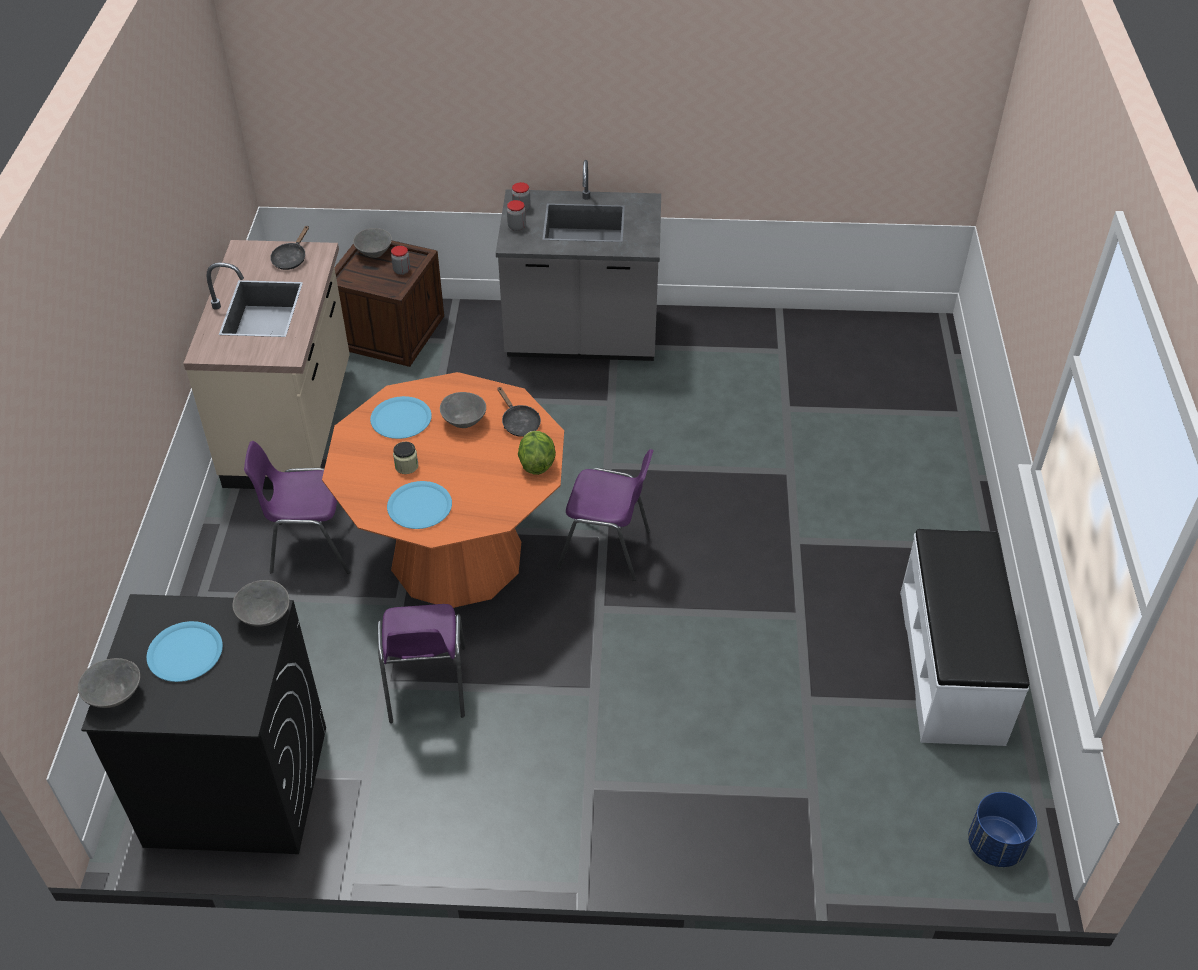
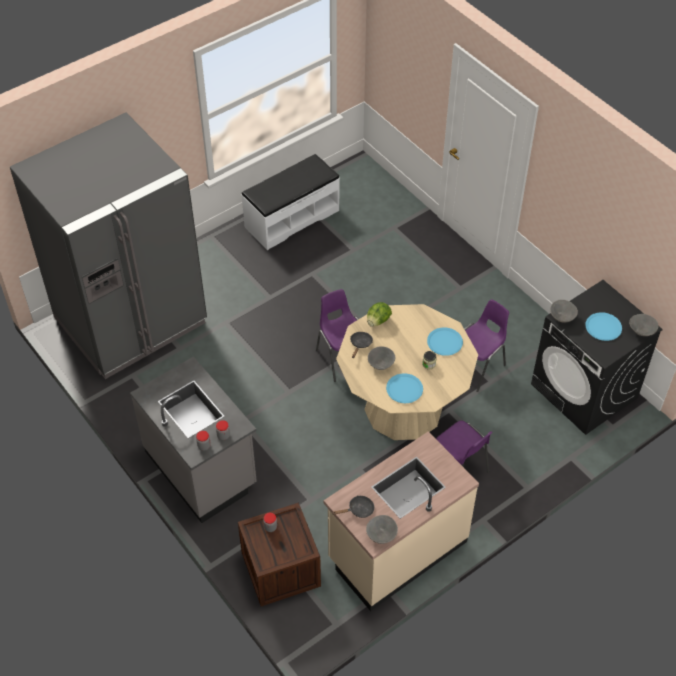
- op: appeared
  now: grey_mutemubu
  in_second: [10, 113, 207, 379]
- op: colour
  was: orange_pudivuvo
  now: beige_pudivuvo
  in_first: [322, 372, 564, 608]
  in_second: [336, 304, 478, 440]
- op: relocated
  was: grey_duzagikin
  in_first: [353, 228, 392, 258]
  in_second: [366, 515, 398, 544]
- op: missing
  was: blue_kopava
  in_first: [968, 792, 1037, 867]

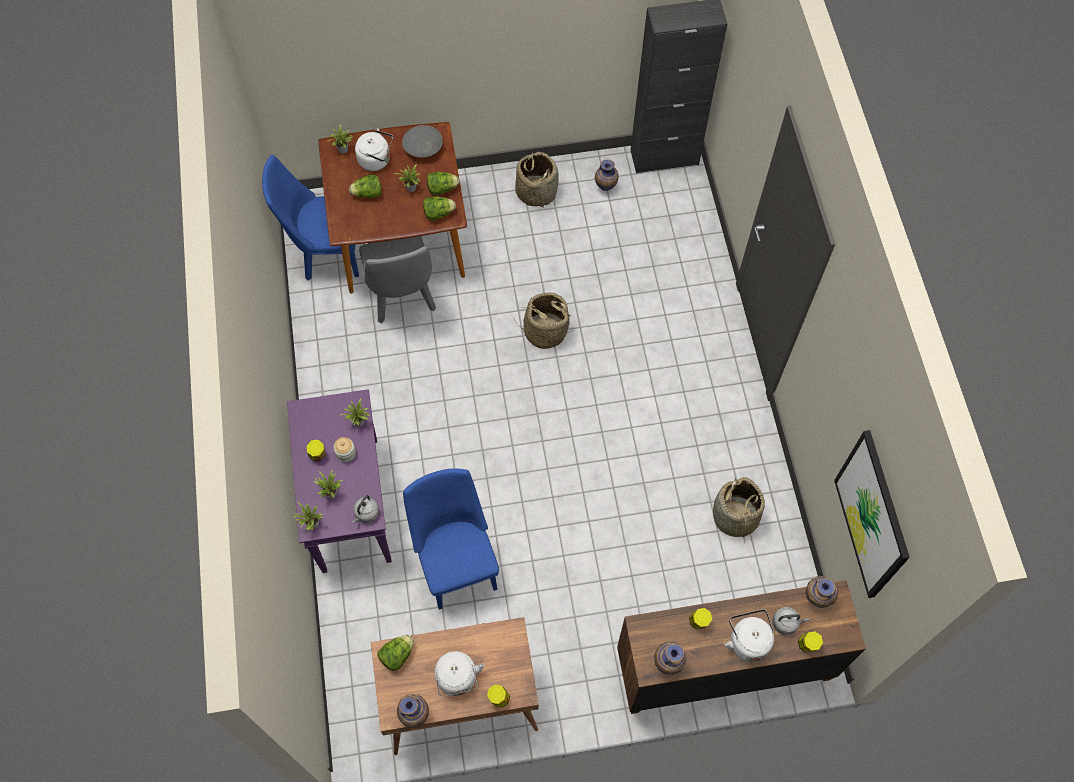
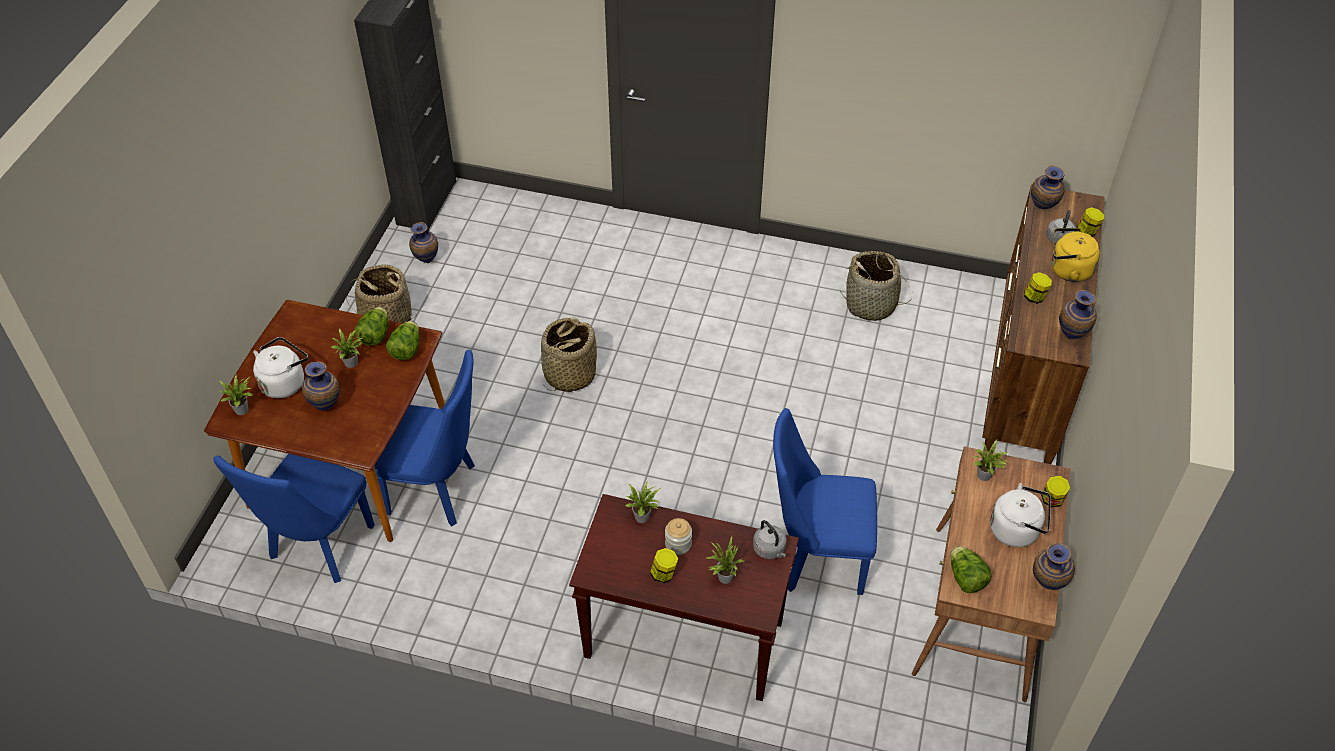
- op: exchanged
  was: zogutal
  now: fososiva
  in_first: [349, 174, 382, 198]
  in_second: [302, 362, 340, 411]
- op: colour
  was: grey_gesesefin
  now: blue_gesesefin
  in_first: [359, 236, 436, 323]
  in_second: [374, 350, 475, 527]
- op: colour
  was: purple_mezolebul
  now: brown_mezolebul
  in_first: [287, 389, 392, 573]
  in_second: [569, 494, 799, 701]
- op: relocated
  was: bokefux
  in_first: [294, 501, 323, 531]
  in_second: [971, 440, 1009, 481]
- op: colour
  was: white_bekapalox
  now: yellow_bekapalox
  in_first: [725, 609, 774, 662]
  in_second: [1051, 228, 1100, 282]
- op: missing
  was: grey_duzagikin
  in_first: [402, 125, 443, 158]
- op: missing
  was: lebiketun
  in_first: [834, 430, 910, 598]

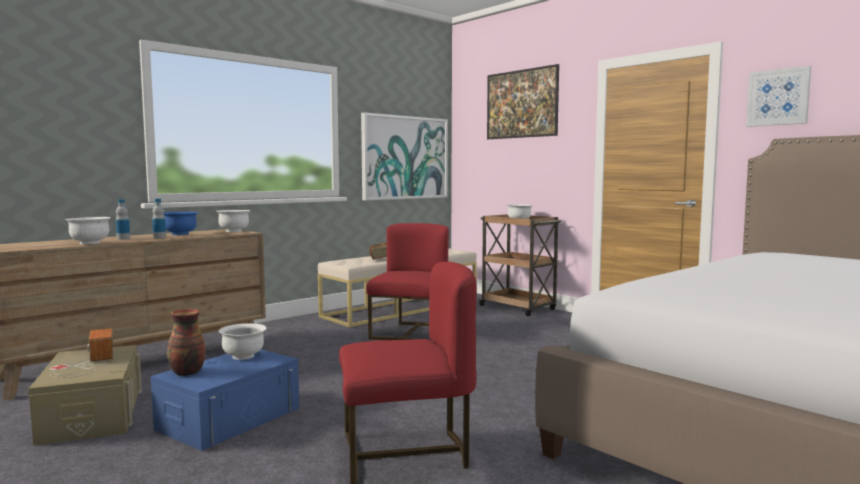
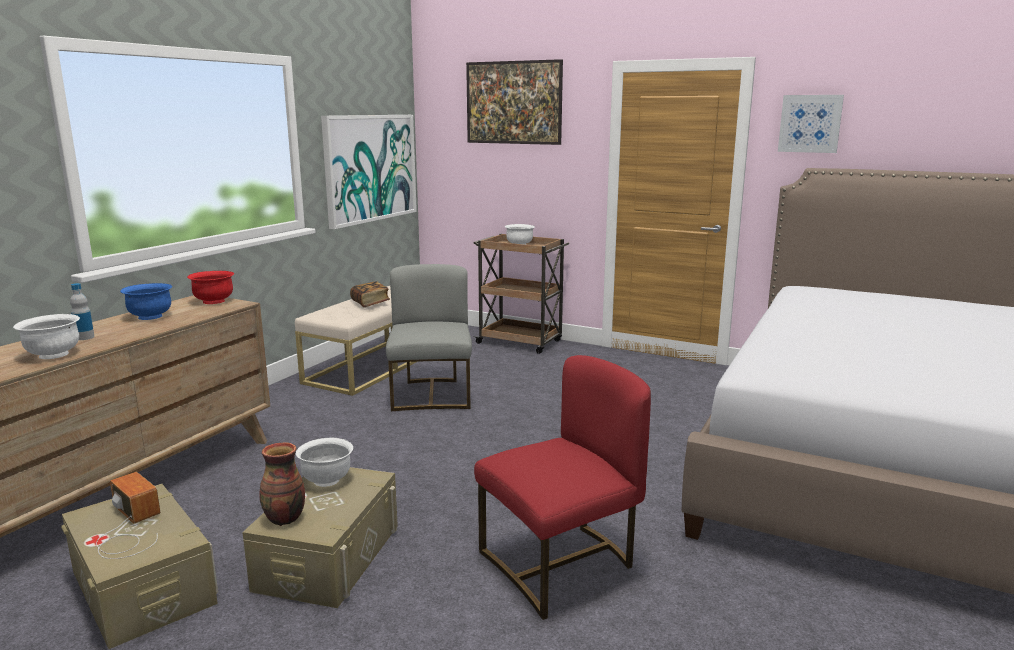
- op: colour
  was: white_duzagikin
  now: red_duzagikin
  in_first: [216, 210, 251, 232]
  in_second: [187, 271, 234, 304]
- op: colour
  was: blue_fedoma
  now: beige_fedoma
  in_first: [151, 350, 299, 451]
  in_second: [242, 467, 398, 608]
- op: colour
  was: red_gesesefin
  now: grey_gesesefin
  in_first: [366, 223, 449, 341]
  in_second: [386, 264, 472, 411]
- op: missing
  was: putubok
  in_first: [152, 199, 166, 238]

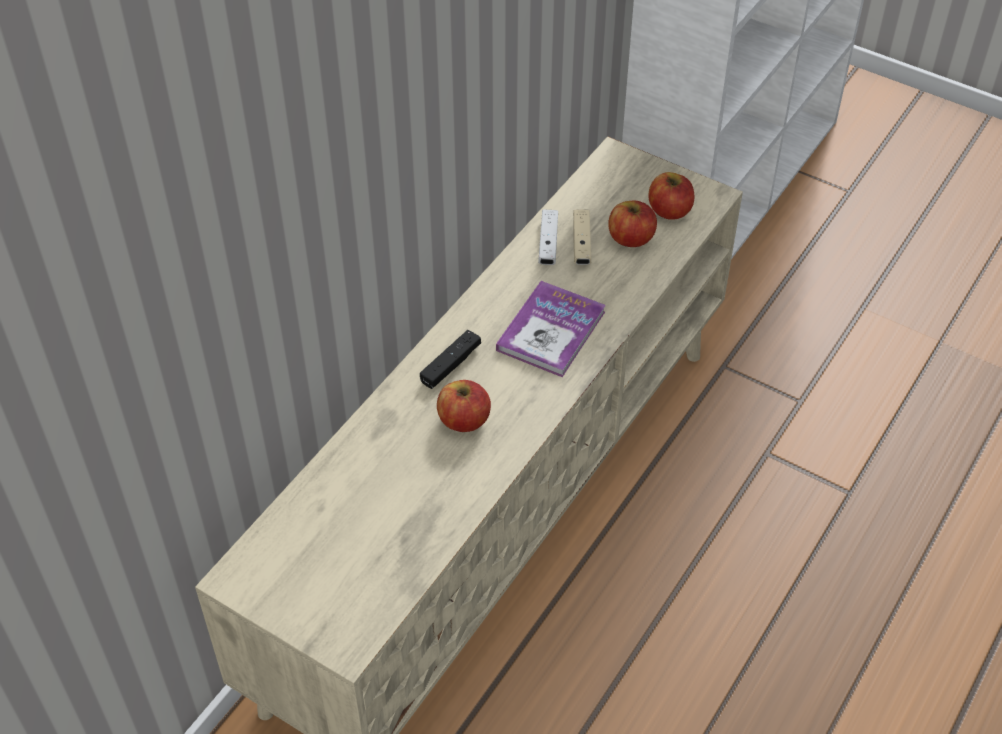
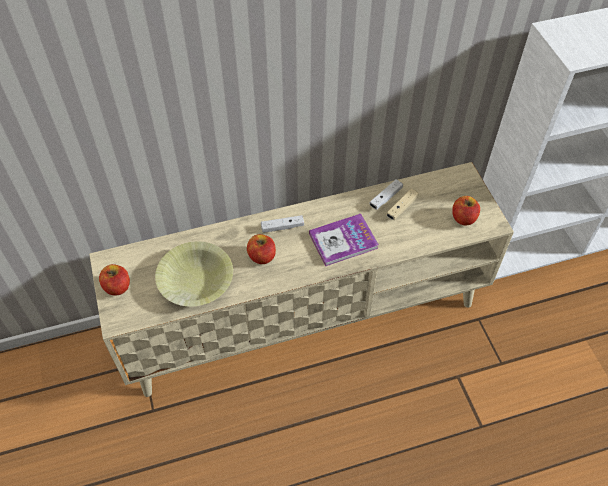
- op: relocated
  was: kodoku
  in_first: [608, 200, 657, 247]
  in_second: [99, 264, 130, 295]
- op: appeared
  now: yellow_duzagikin
  in_second: [155, 241, 233, 307]
- op: colour
  was: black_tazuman
  now: white_tazuman
  in_first: [420, 330, 481, 389]
  in_second: [261, 215, 304, 233]

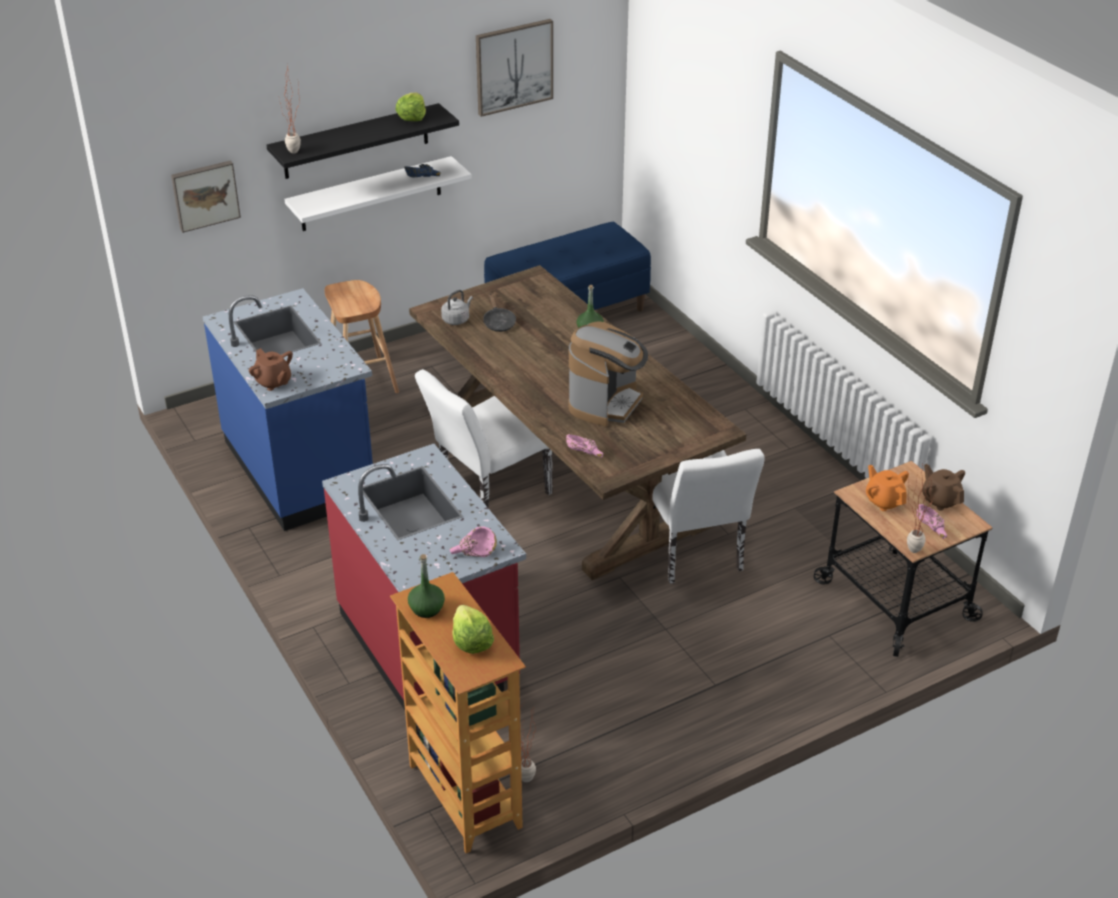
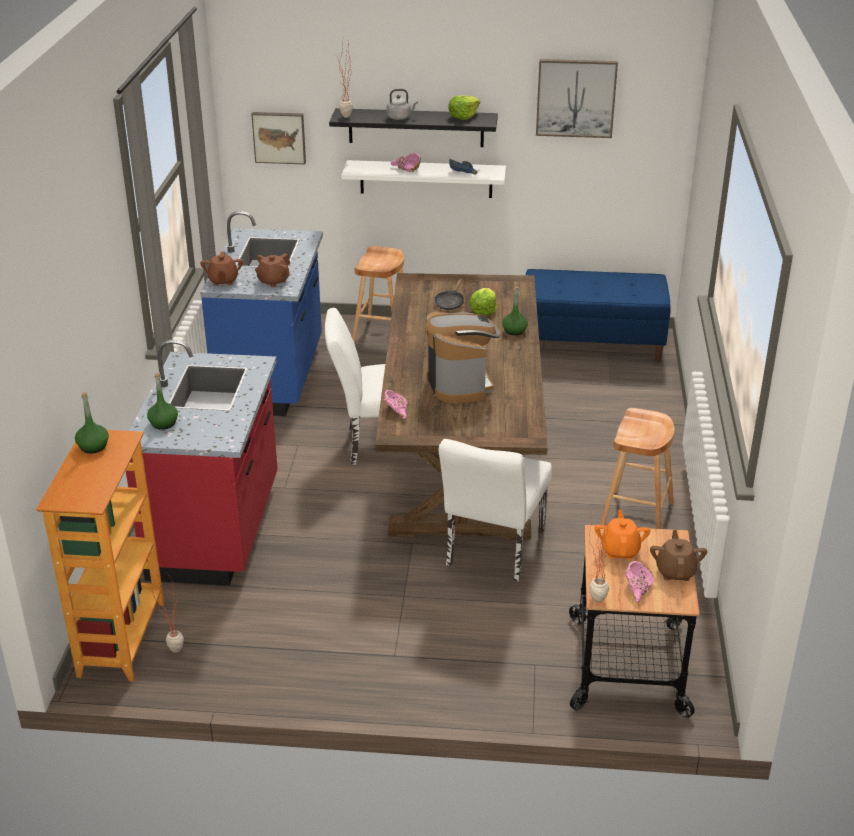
- op: appeared
  now: green_putubok
  in_second: [147, 373, 178, 430]
- op: appeared
  now: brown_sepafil
  in_second: [255, 253, 290, 287]
- op: relocated
  was: grey_bekapalox
  in_first: [441, 290, 473, 325]
  in_second: [387, 89, 418, 120]
- op: relocated
  was: pink_duzagikin
  in_first: [450, 526, 497, 557]
  in_second: [391, 153, 421, 172]
- op: spun
  was: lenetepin
  in_first: [569, 321, 648, 427]
  in_second: [425, 312, 500, 403]
  clockwise: -75
- op: relocated
  was: zogutal
  in_first: [452, 605, 494, 654]
  in_second: [469, 288, 497, 315]
- op: appeared
  now: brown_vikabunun
  in_second: [600, 408, 675, 529]

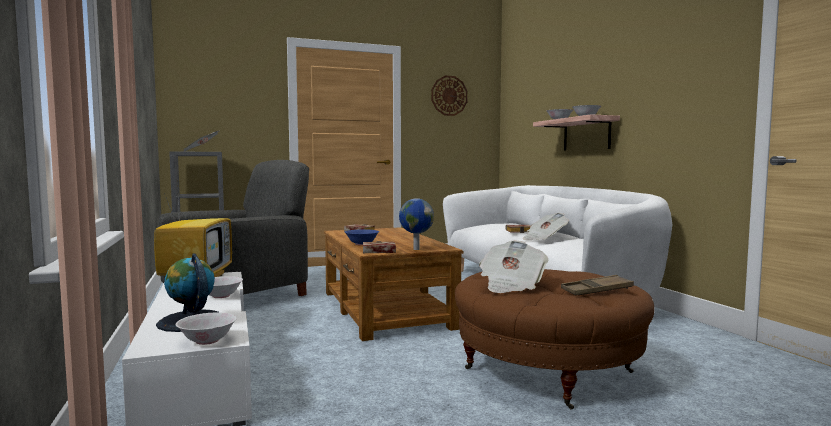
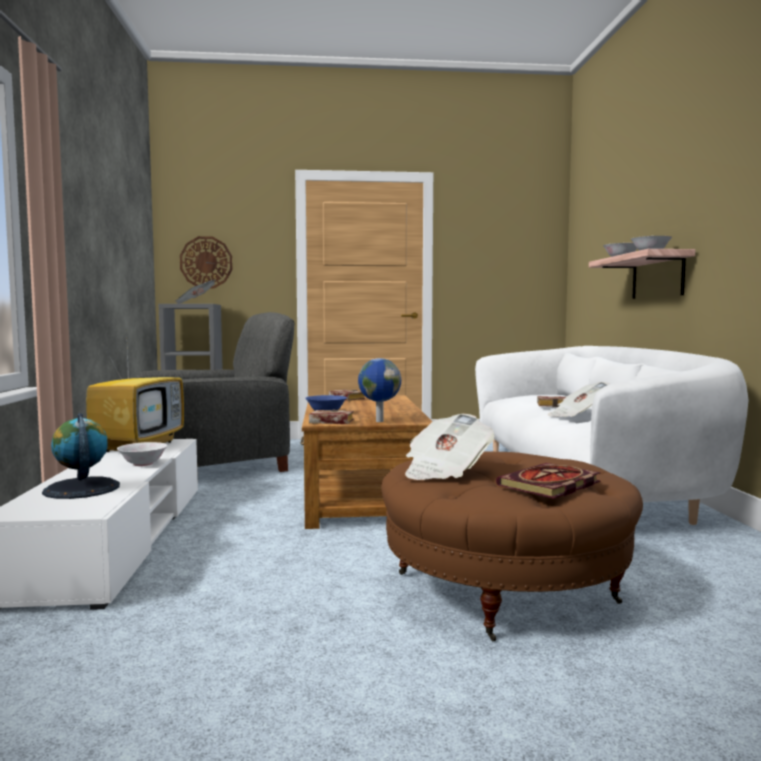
- op: relocated
  was: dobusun
  in_first: [431, 76, 468, 116]
  in_second: [180, 236, 233, 289]
- op: exchanged
  was: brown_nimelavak
  now: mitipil
  in_first: [561, 275, 634, 295]
  in_second: [496, 463, 601, 499]
- op: missing
  was: white_duzagikin
  in_first: [176, 312, 237, 345]

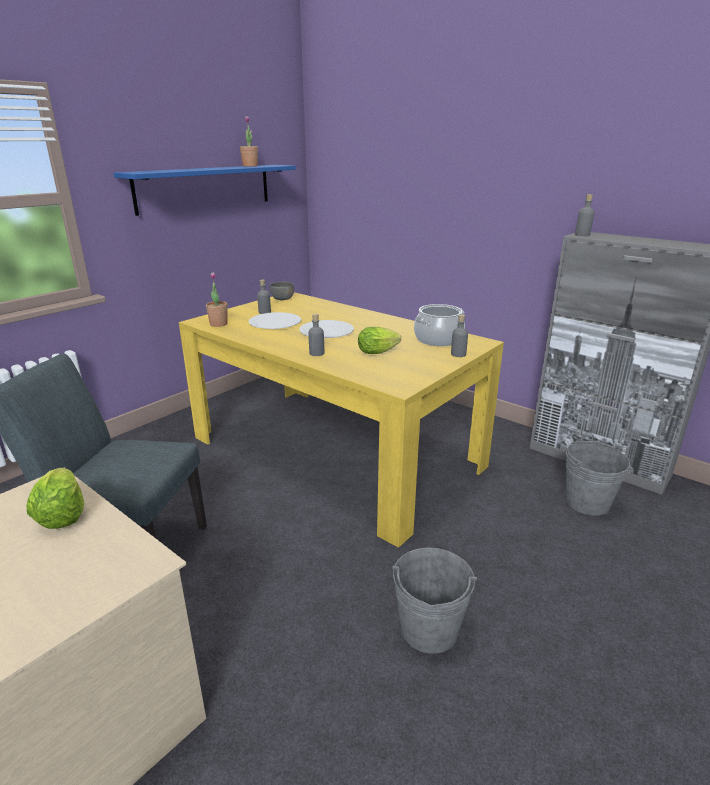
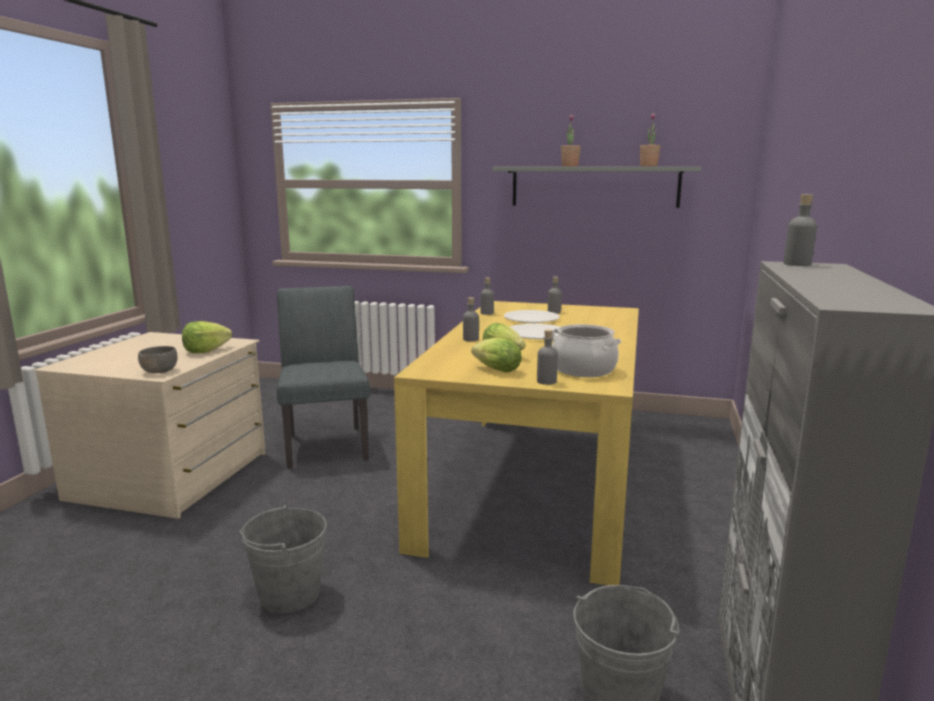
- op: relocated
  was: grey_duzagikin
  in_first: [269, 281, 294, 300]
  in_second: [138, 346, 178, 373]
- op: appeared
  now: zogutal
  in_second: [471, 337, 522, 372]
- op: appeared
  now: grey_putubok
  in_second: [480, 277, 494, 315]
- op: colour
  was: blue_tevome
  now: grey_tevome
  in_first: [113, 165, 296, 216]
  in_second: [492, 167, 701, 208]
- op: relocated
  was: bokefux
  in_first: [206, 272, 228, 327]
  in_second: [561, 114, 581, 167]

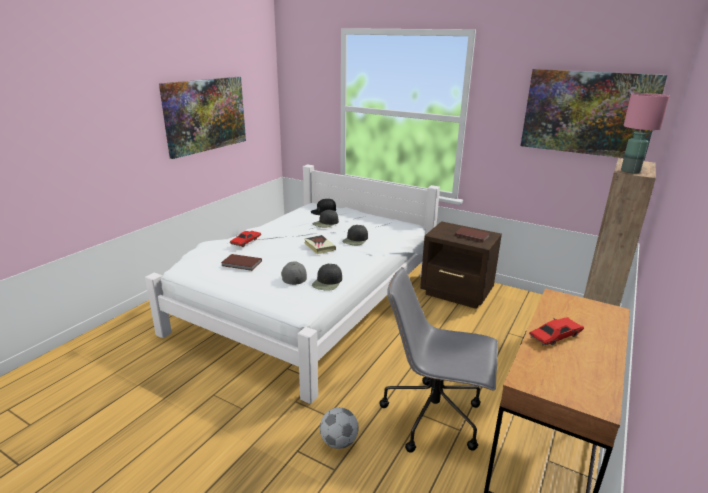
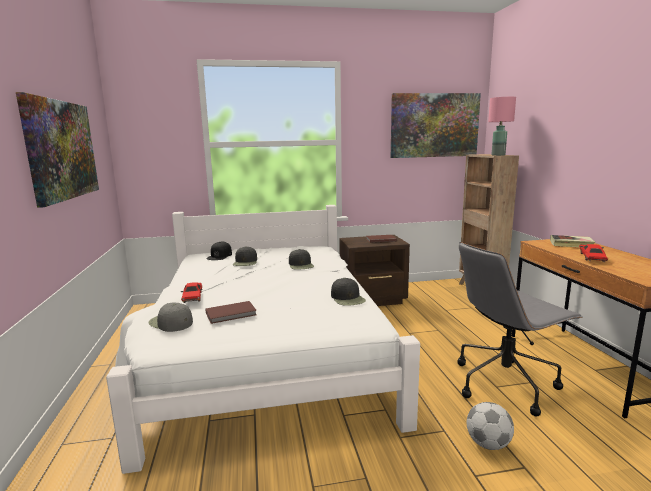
- op: relocated
  was: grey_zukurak
  in_first: [281, 262, 307, 285]
  in_second: [148, 302, 193, 332]
- op: relocated
  was: mitipil
  in_first: [304, 235, 336, 254]
  in_second: [550, 235, 595, 247]

